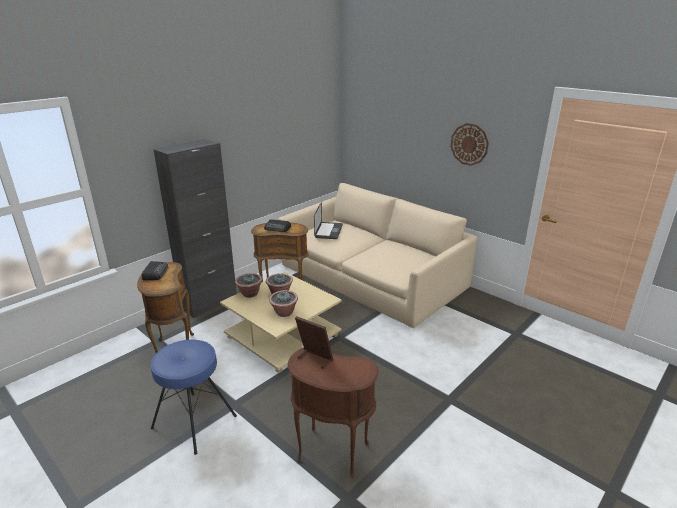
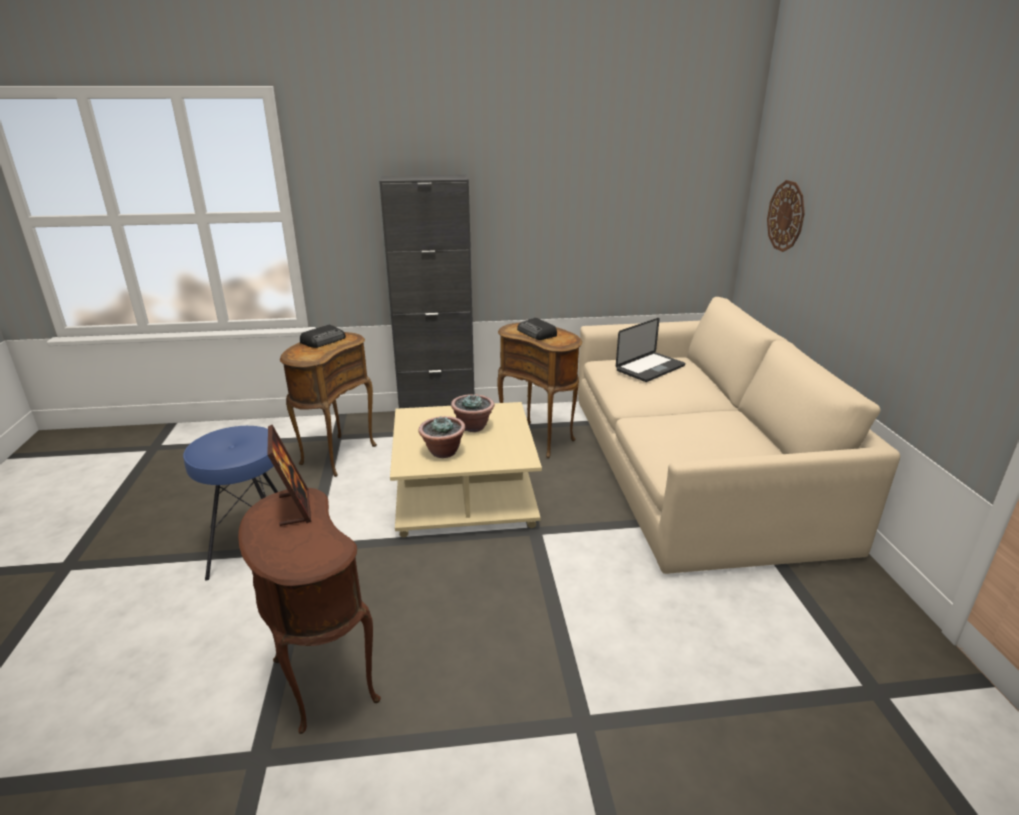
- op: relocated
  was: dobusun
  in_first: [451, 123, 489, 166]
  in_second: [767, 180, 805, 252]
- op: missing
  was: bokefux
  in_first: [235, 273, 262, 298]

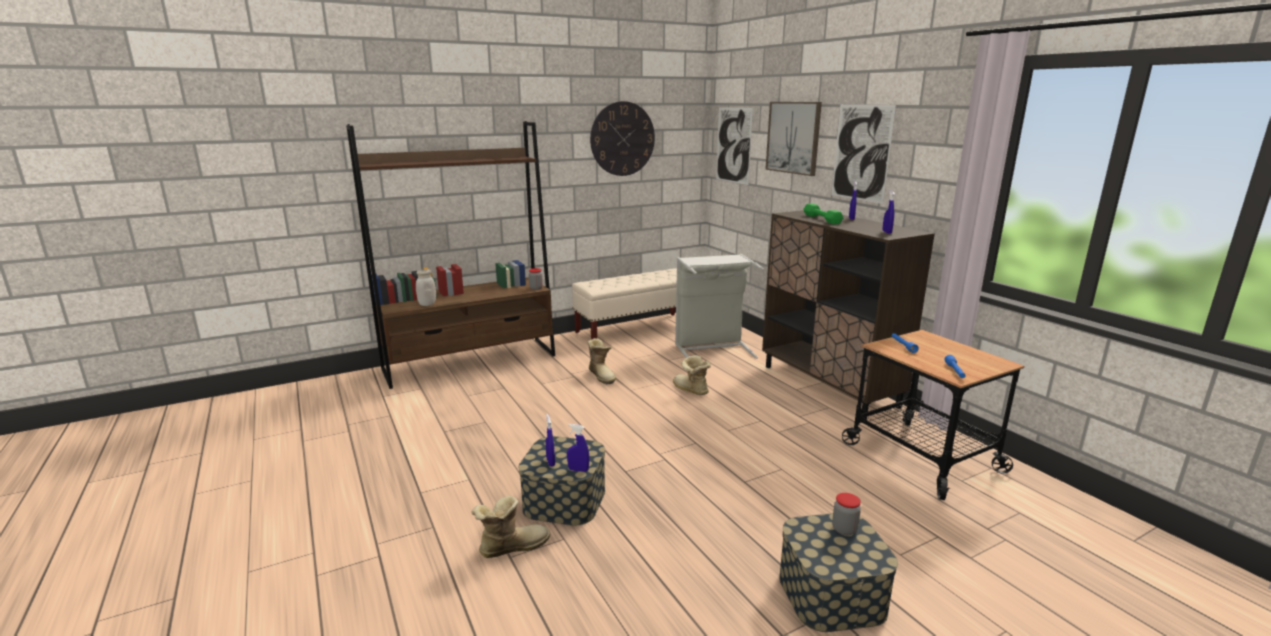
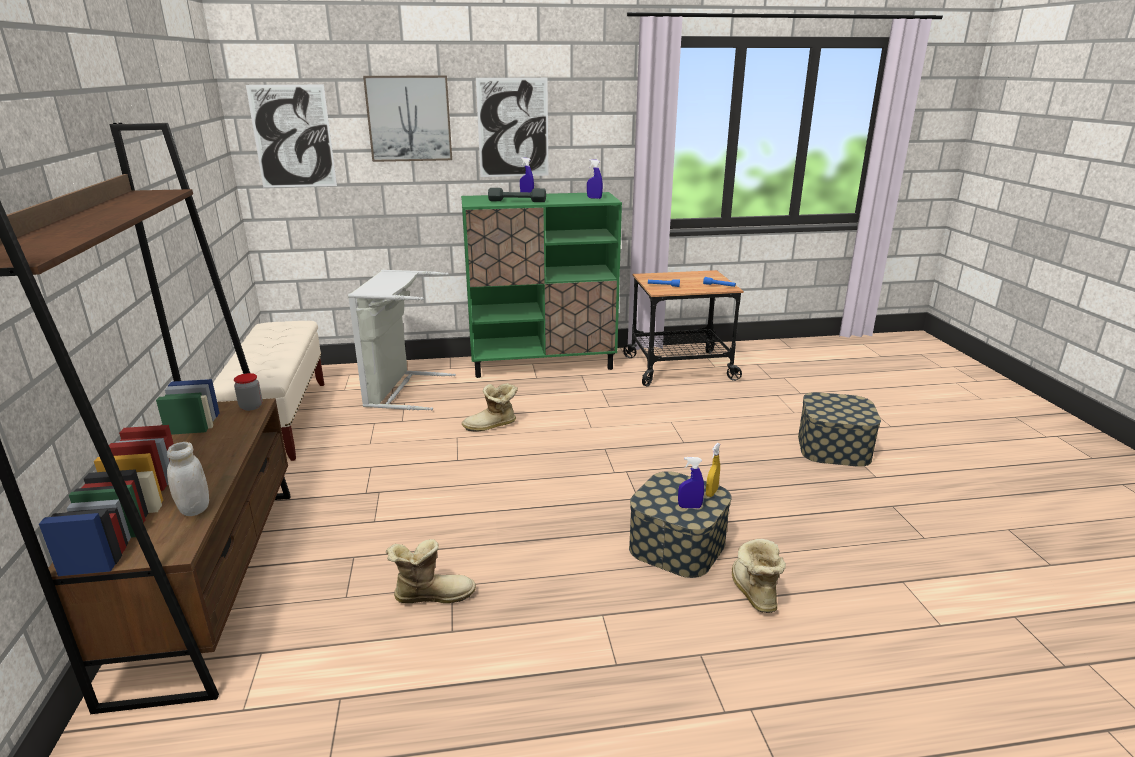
- op: relocated
  was: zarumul
  in_first: [587, 338, 616, 384]
  in_second: [386, 539, 476, 603]
- op: colour
  was: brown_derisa
  now: green_derisa
  in_first: [762, 210, 935, 419]
  in_second: [461, 192, 622, 378]
- op: colour
  was: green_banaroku
  now: grey_banaroku
  in_first: [803, 204, 844, 224]
  in_second: [488, 188, 546, 202]
- op: colour
  was: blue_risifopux
  now: yellow_risifopux
  in_first: [567, 424, 589, 472]
  in_second: [706, 443, 720, 497]
- op: missing
  was: dobusun
  in_first: [590, 101, 655, 176]
- op: missing
  was: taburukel
  in_first: [832, 493, 861, 535]

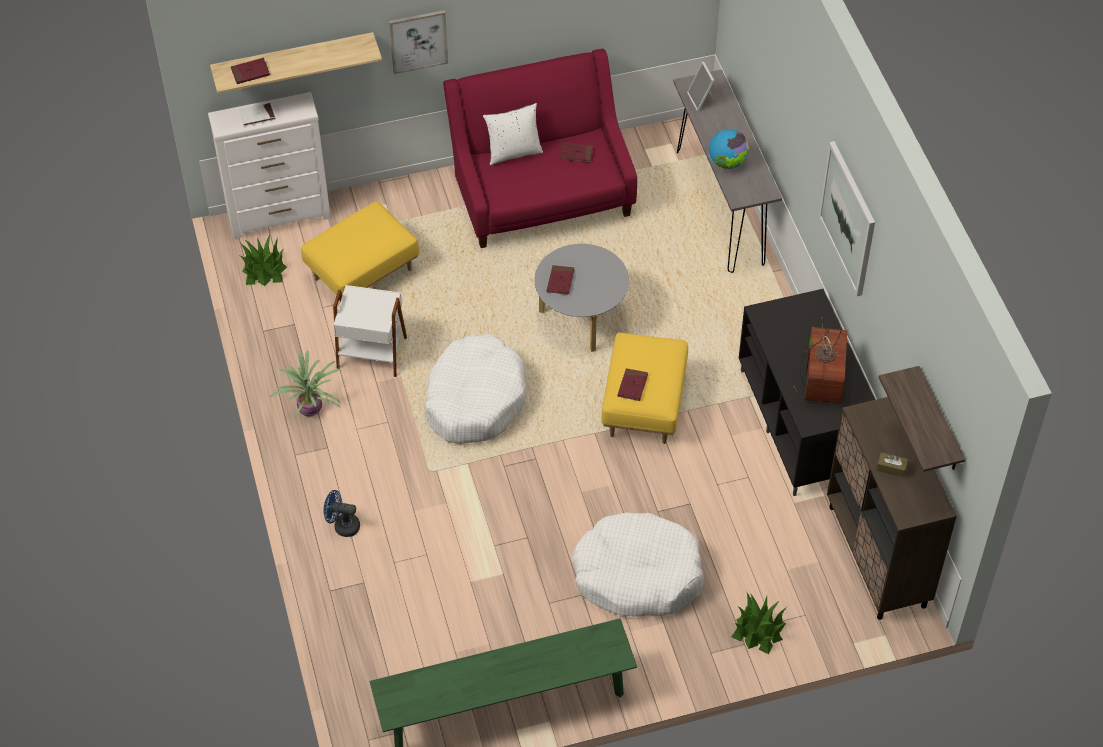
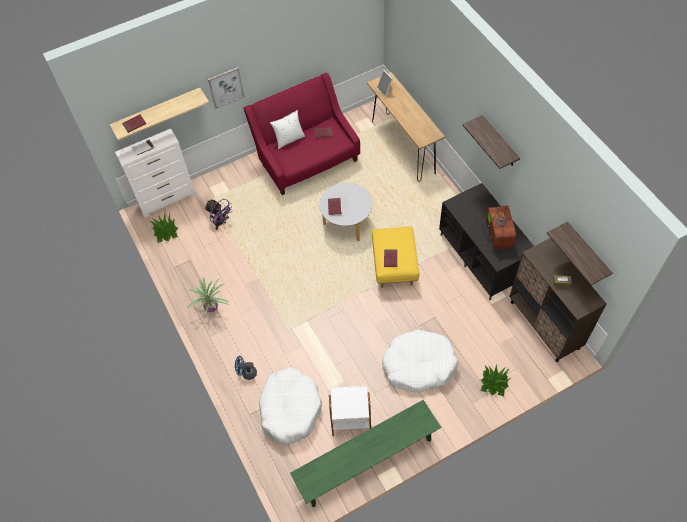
- op: exchanged
  was: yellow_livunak
  now: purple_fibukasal
  in_first: [301, 201, 419, 295]
  in_second: [205, 199, 233, 230]
- op: relocated
  was: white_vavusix
  in_first: [424, 333, 527, 444]
  in_second: [259, 367, 322, 445]
- op: relocated
  was: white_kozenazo
  in_first: [333, 285, 407, 377]
  in_second: [329, 386, 371, 436]
- op: colour
  was: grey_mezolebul
  now: brown_mezolebul
  in_first: [673, 69, 782, 273]
  in_second: [367, 72, 445, 182]
- op: exchanged
  was: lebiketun
  now: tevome
  in_first: [819, 141, 875, 296]
  in_second: [462, 115, 520, 169]
- op: missing
  was: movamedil
  in_first: [709, 129, 749, 169]

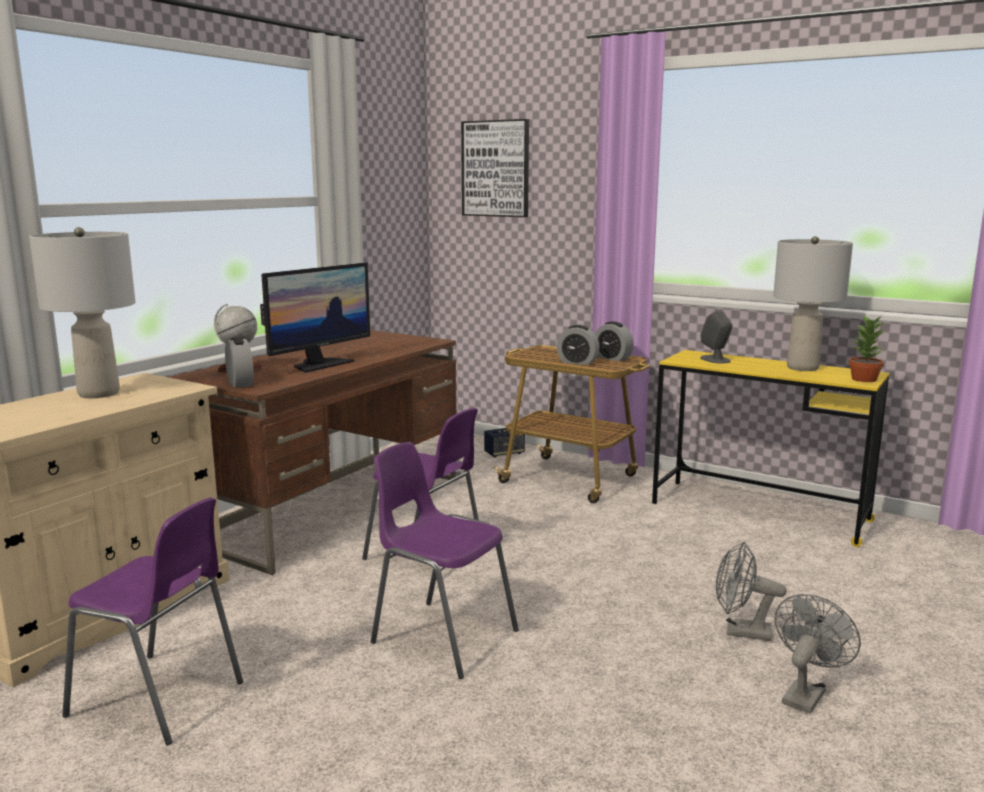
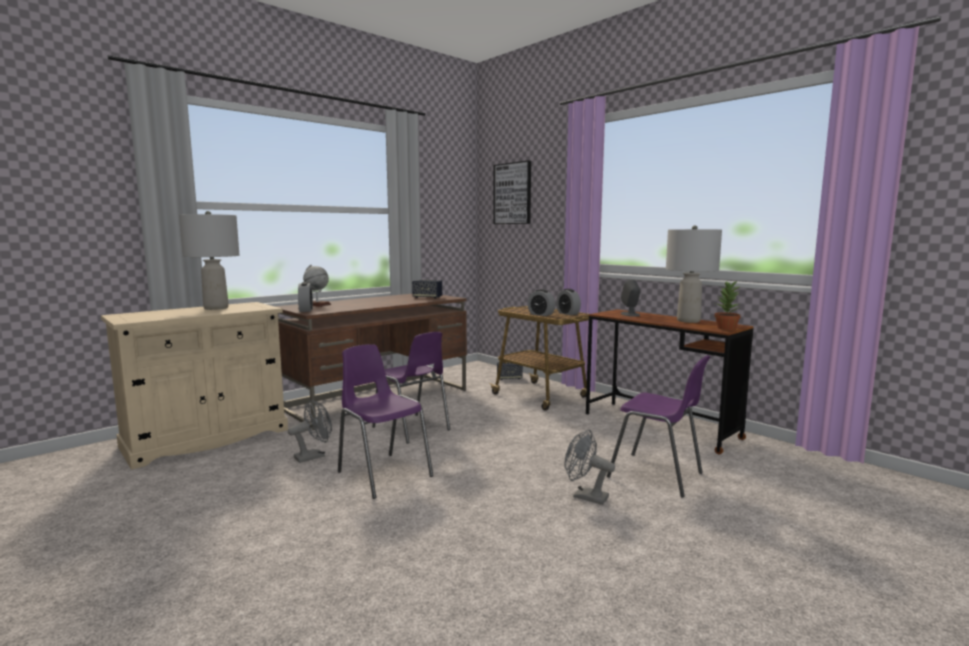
- op: relocated
  was: grey_fibukasal
  in_first: [775, 594, 861, 714]
  in_second: [288, 400, 332, 463]
- op: appeared
  now: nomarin
  in_second: [412, 280, 442, 299]
- op: colour
  was: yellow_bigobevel
  now: brown_bigobevel
  in_first: [652, 350, 890, 547]
  in_second: [586, 309, 754, 455]
- op: relocated
  was: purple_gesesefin
  in_first: [62, 497, 243, 745]
  in_second: [607, 355, 710, 498]
- op: missing
  was: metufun
  in_first: [260, 262, 370, 373]

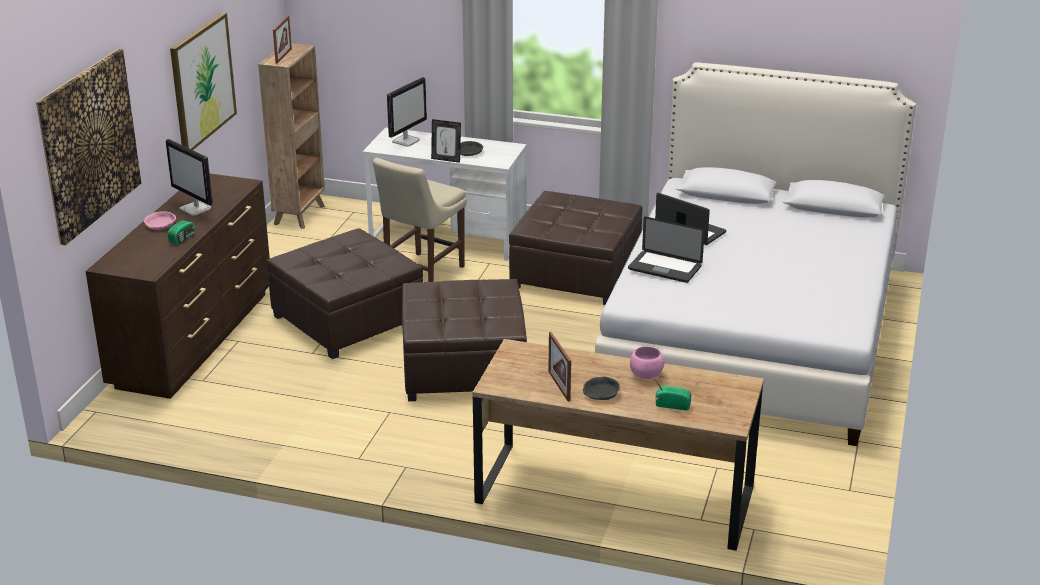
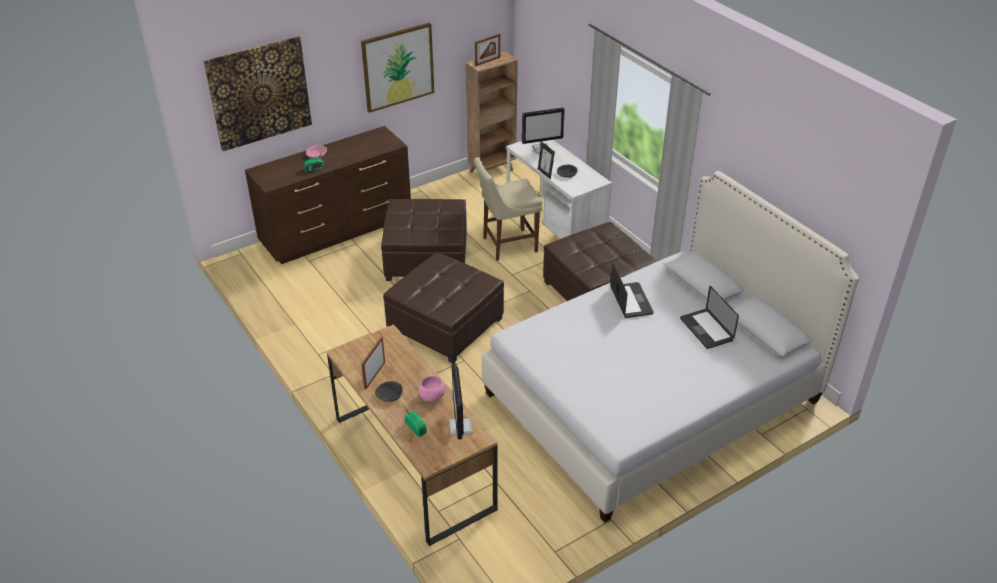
- op: relocated
  was: metufun
  in_first: [166, 139, 213, 216]
  in_second: [449, 362, 473, 440]
- op: relocated
  was: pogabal
  in_first: [628, 217, 705, 283]
  in_second: [680, 286, 739, 349]

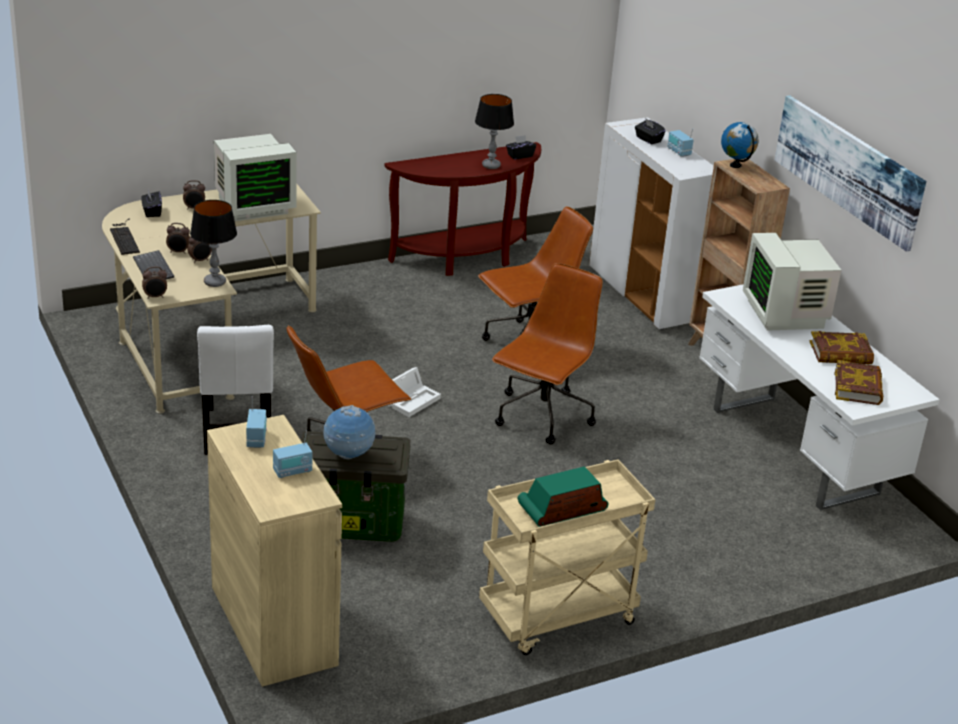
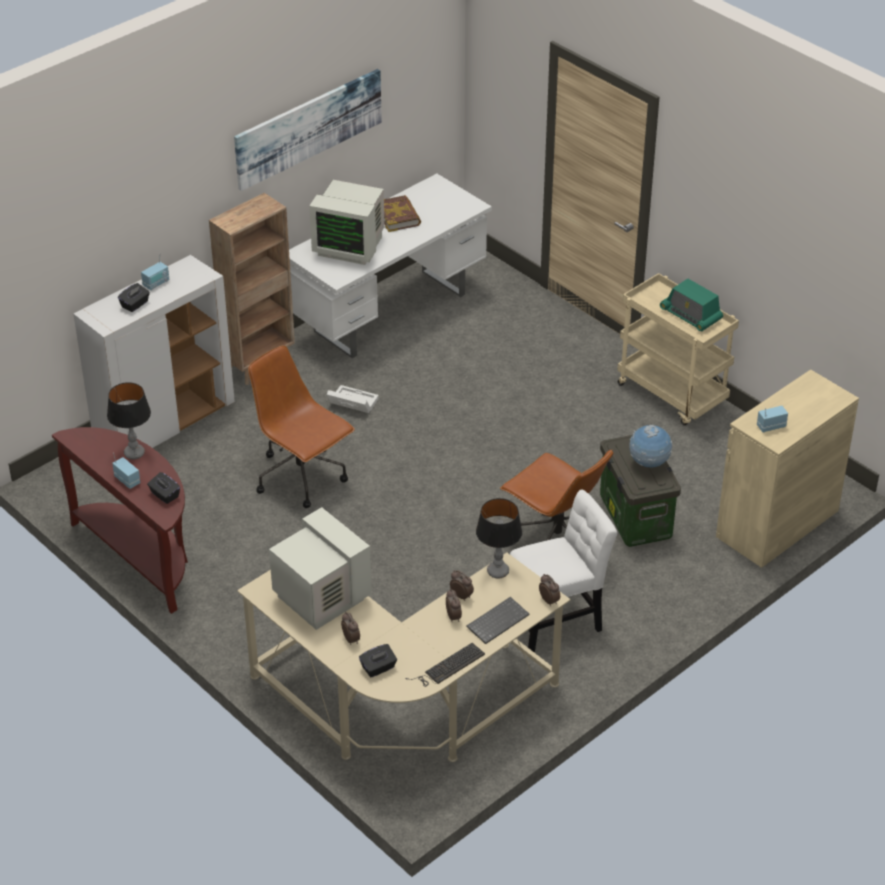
- op: relocated
  was: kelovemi
  in_first: [273, 430, 313, 478]
  in_second: [112, 453, 140, 489]
- op: relocated
  was: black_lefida
  in_first: [506, 135, 536, 160]
  in_second: [147, 472, 180, 504]
- op: spun
  was: metufun
  in_first: [743, 233, 841, 331]
  in_second: [309, 180, 384, 265]
  clockwise: 45
- op: relocated
  was: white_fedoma
  in_first: [388, 367, 441, 417]
  in_second: [327, 385, 379, 413]
- op: missing
  was: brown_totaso
  in_first: [492, 263, 603, 445]
- op: missing
  was: movamedil
  in_first: [721, 122, 759, 168]
- op: missing
  was: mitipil
  in_first: [834, 360, 883, 405]

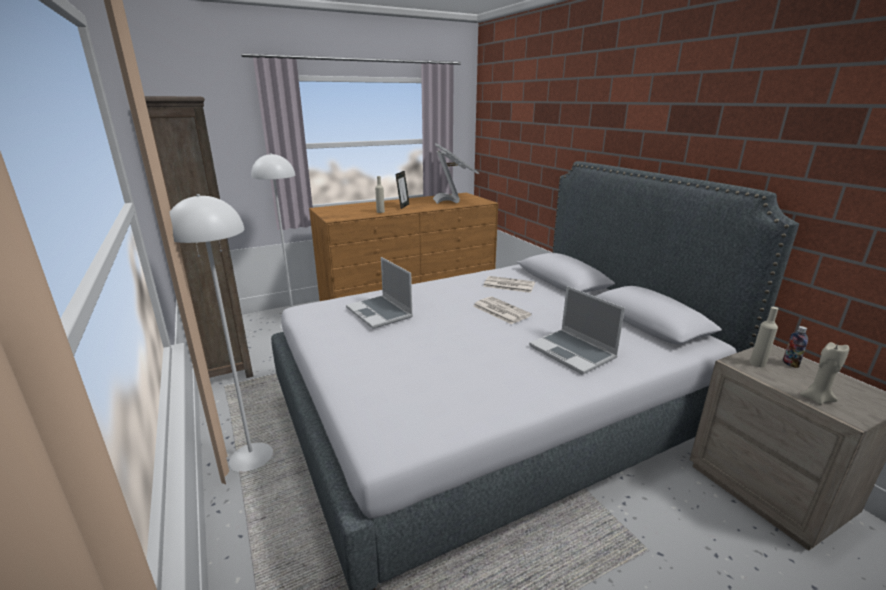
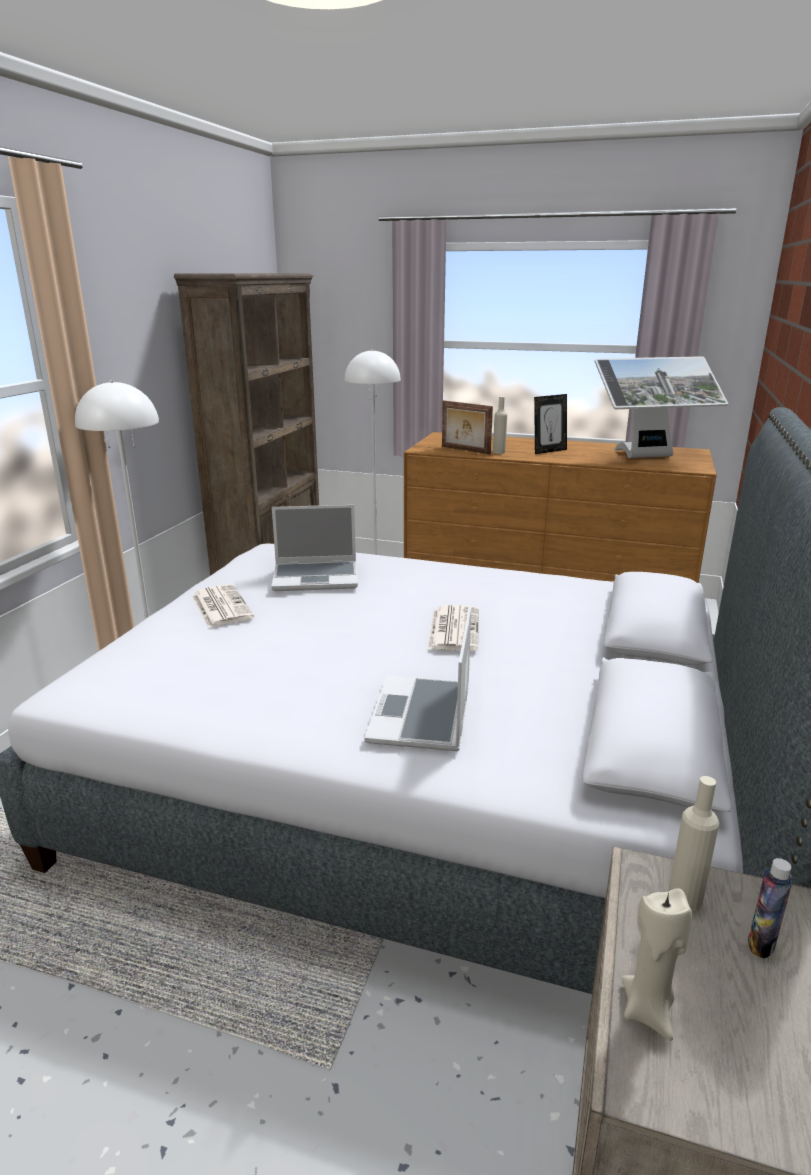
- op: relocated
  was: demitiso
  in_first: [483, 276, 535, 293]
  in_second: [192, 584, 254, 628]
- op: spun
  was: pogabal
  in_first: [346, 257, 413, 329]
  in_second: [271, 505, 358, 591]
  clockwise: -105
- op: appeared
  now: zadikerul
  in_second: [442, 400, 493, 454]
- op: spun
  was: metufun
  in_first: [433, 143, 479, 204]
  in_second: [594, 356, 728, 458]
  clockwise: 45

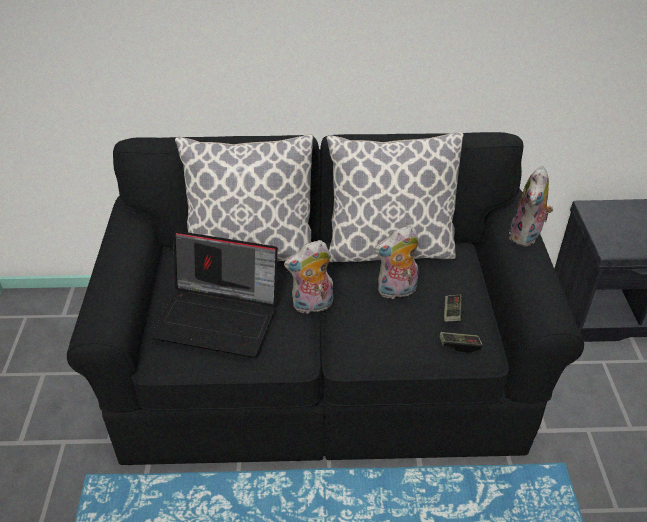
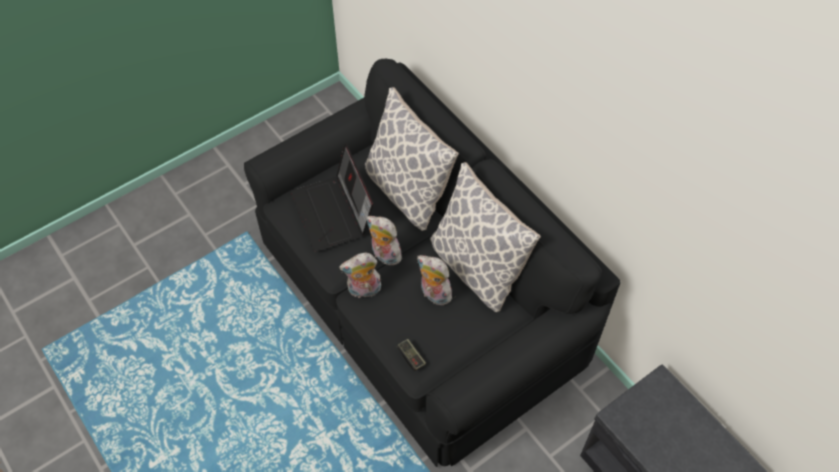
- op: relocated
  was: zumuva
  in_first: [509, 166, 554, 247]
  in_second: [339, 253, 381, 298]
- op: missing
  was: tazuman
  in_first: [444, 295, 463, 322]

